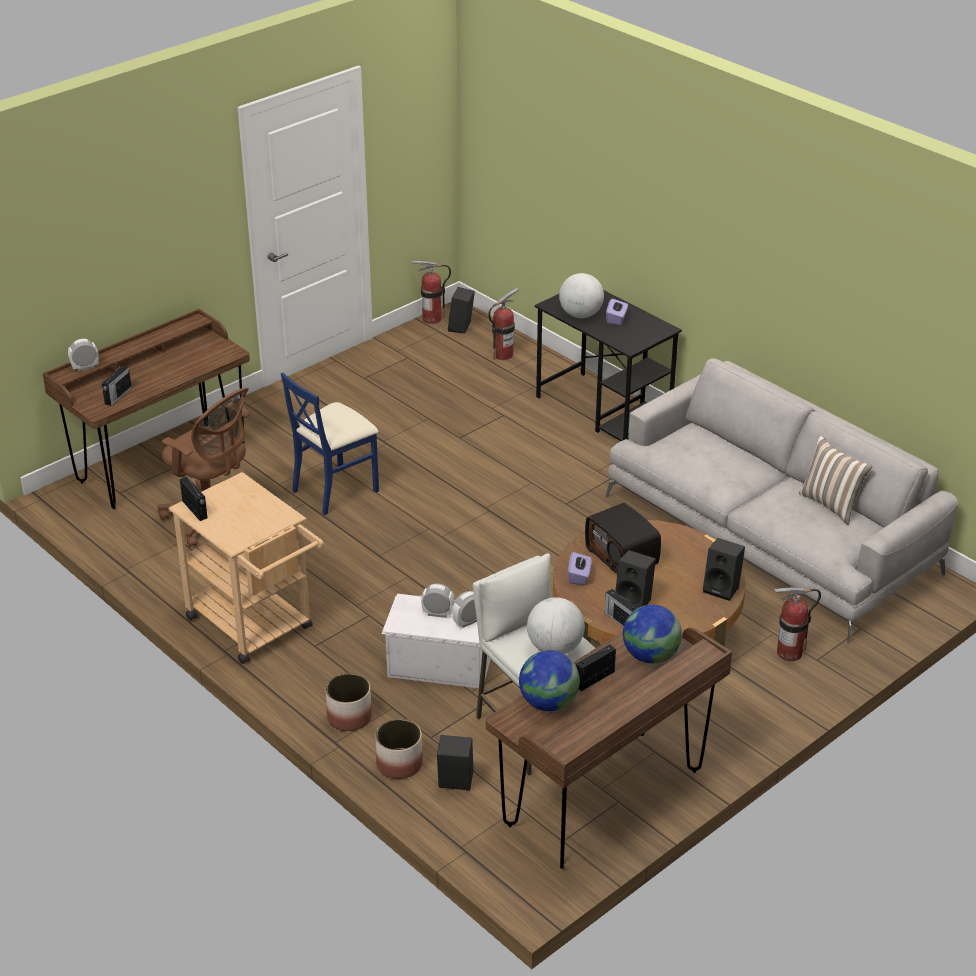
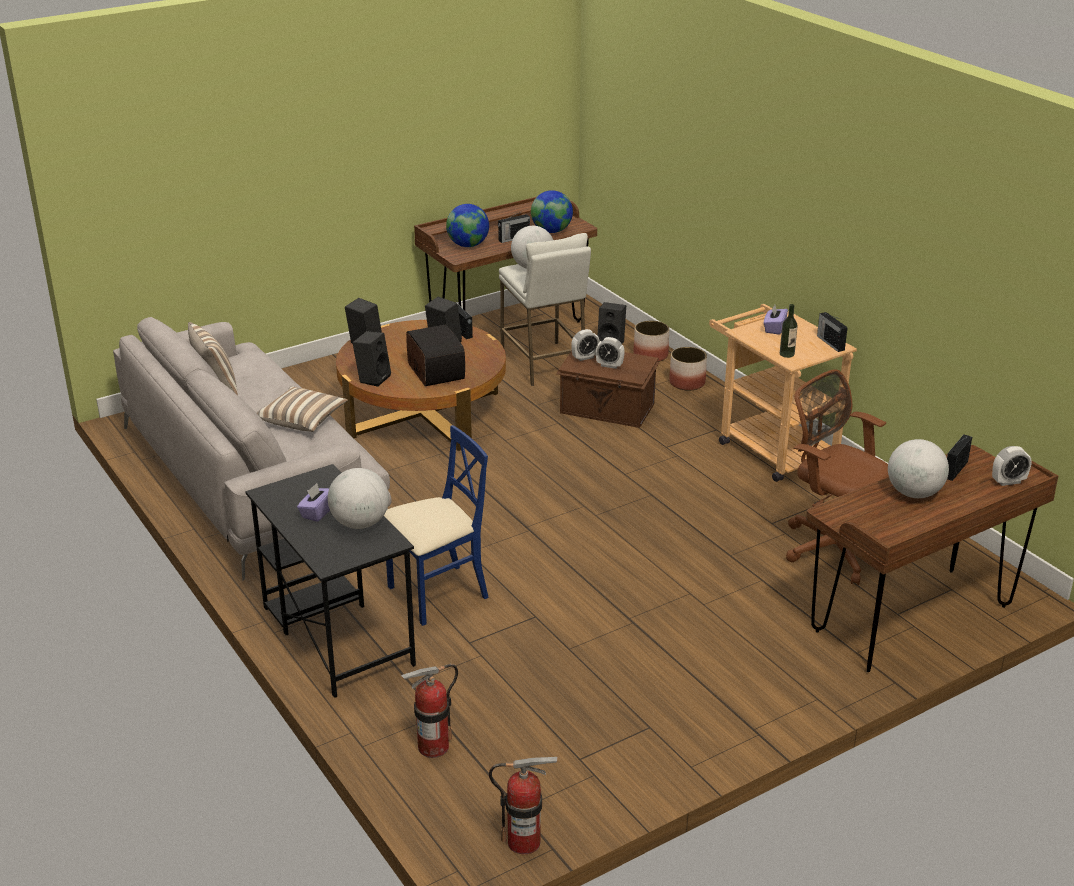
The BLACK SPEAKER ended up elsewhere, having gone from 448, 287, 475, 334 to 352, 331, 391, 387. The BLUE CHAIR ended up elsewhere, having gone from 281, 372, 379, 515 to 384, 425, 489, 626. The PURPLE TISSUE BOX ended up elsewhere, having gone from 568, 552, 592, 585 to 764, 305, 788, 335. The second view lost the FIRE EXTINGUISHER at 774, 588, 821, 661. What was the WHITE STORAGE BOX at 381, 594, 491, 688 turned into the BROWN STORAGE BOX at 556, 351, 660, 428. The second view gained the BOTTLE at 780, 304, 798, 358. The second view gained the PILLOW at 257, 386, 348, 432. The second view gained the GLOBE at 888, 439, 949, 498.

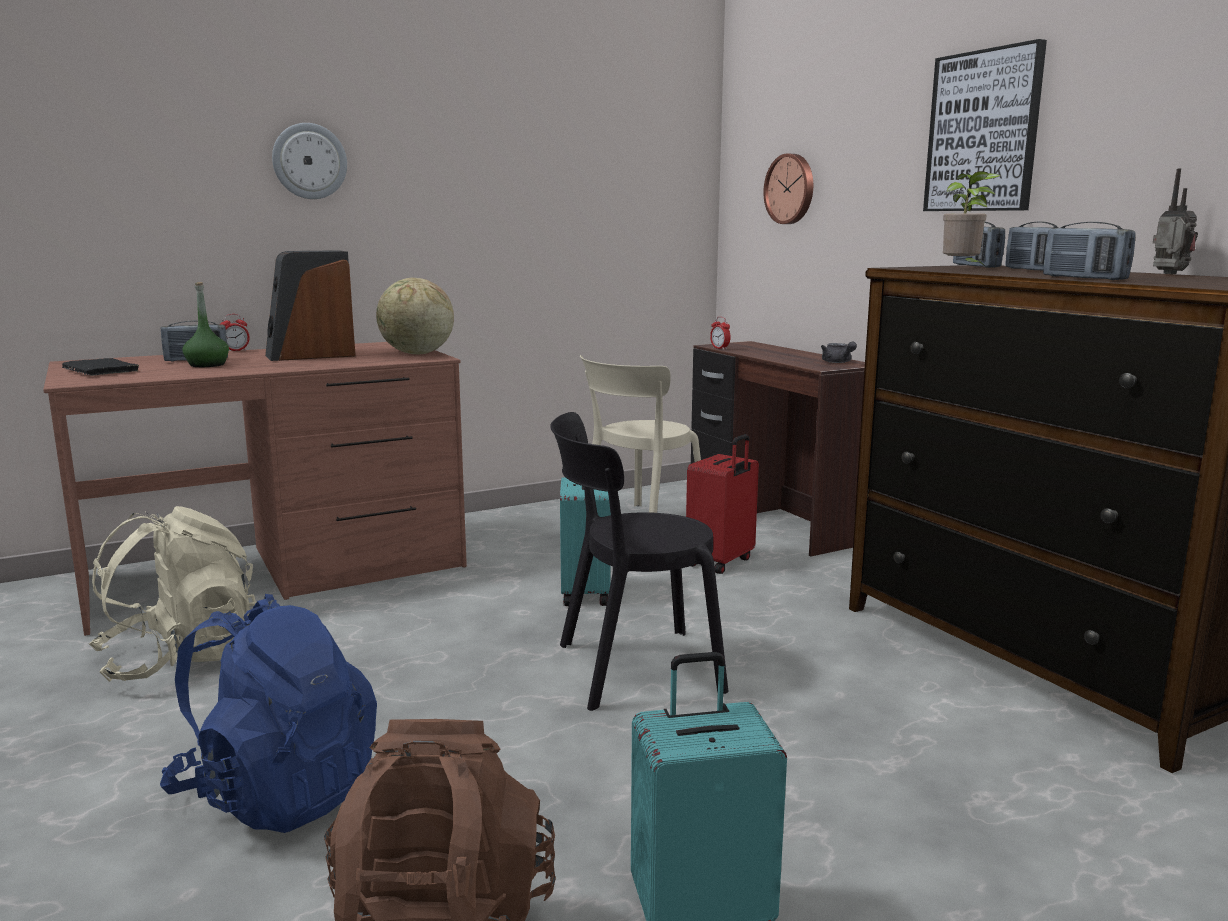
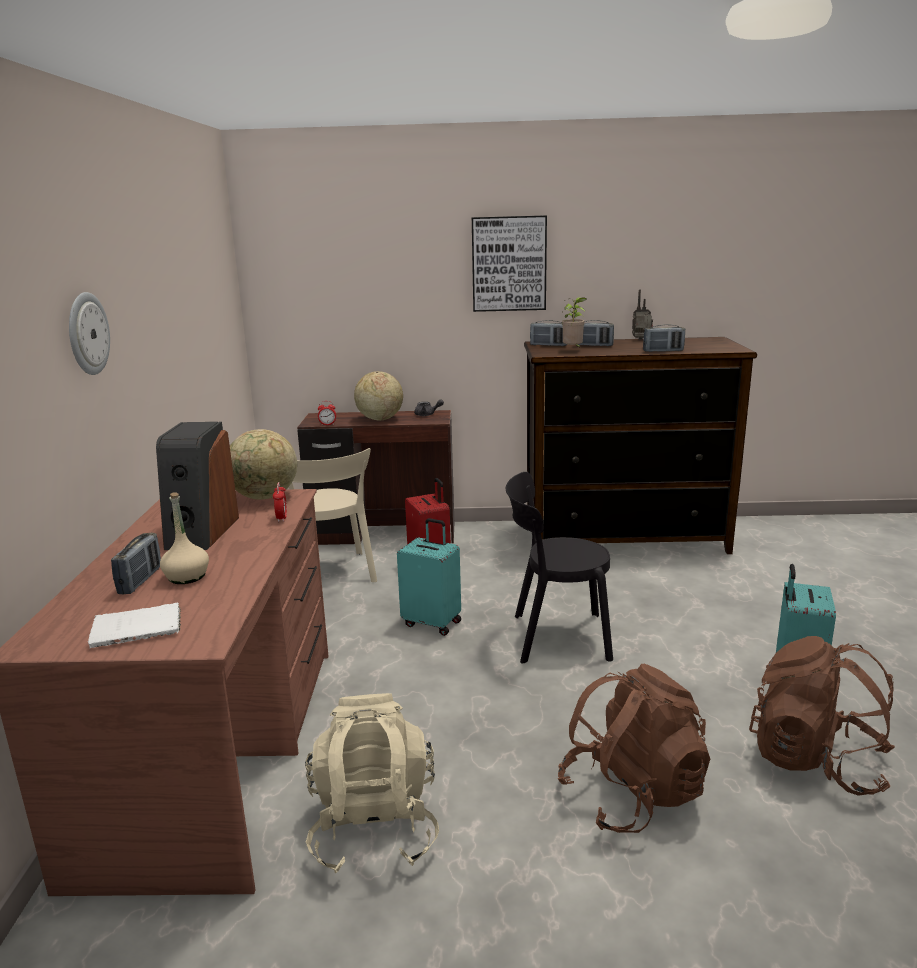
The second view lost the WALL CLOCK at 763, 154, 813, 224. What was the GREEN BOTTLE at 182, 282, 229, 367 turned into the BEIGE BOTTLE at 160, 493, 209, 584. The ALARM CLOCK ended up elsewhere, having gone from 220, 314, 250, 351 to 273, 482, 287, 522. What was the BLACK BOOK at 62, 358, 139, 376 turned into the WHITE BOOK at 88, 602, 181, 648. The BLACK CHAIR at 550, 412, 728, 711 ended up facing another way, 75 degrees clockwise from before. What was the BLUE BACKPACK at 160, 594, 377, 833 turned into the BROWN BACKPACK at 558, 664, 710, 833. The second view gained the GLOBE at 354, 371, 403, 420.

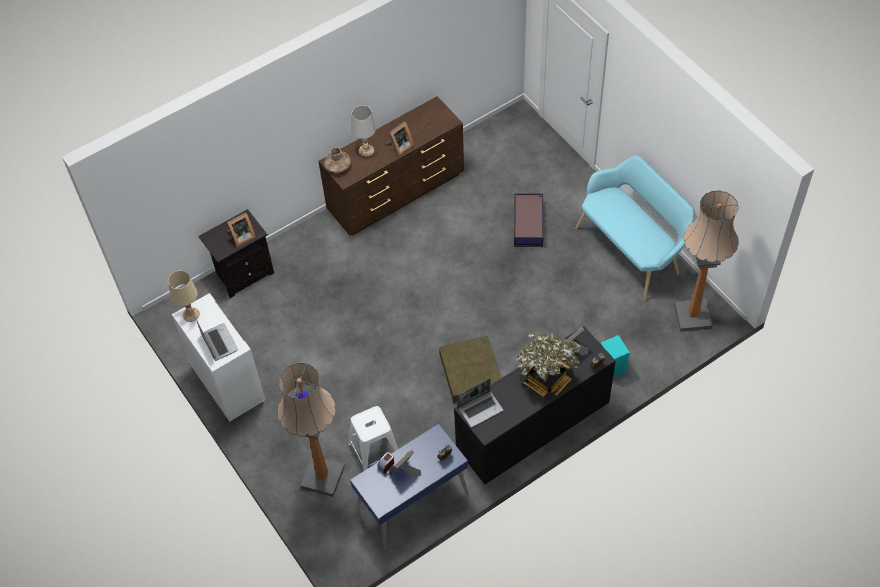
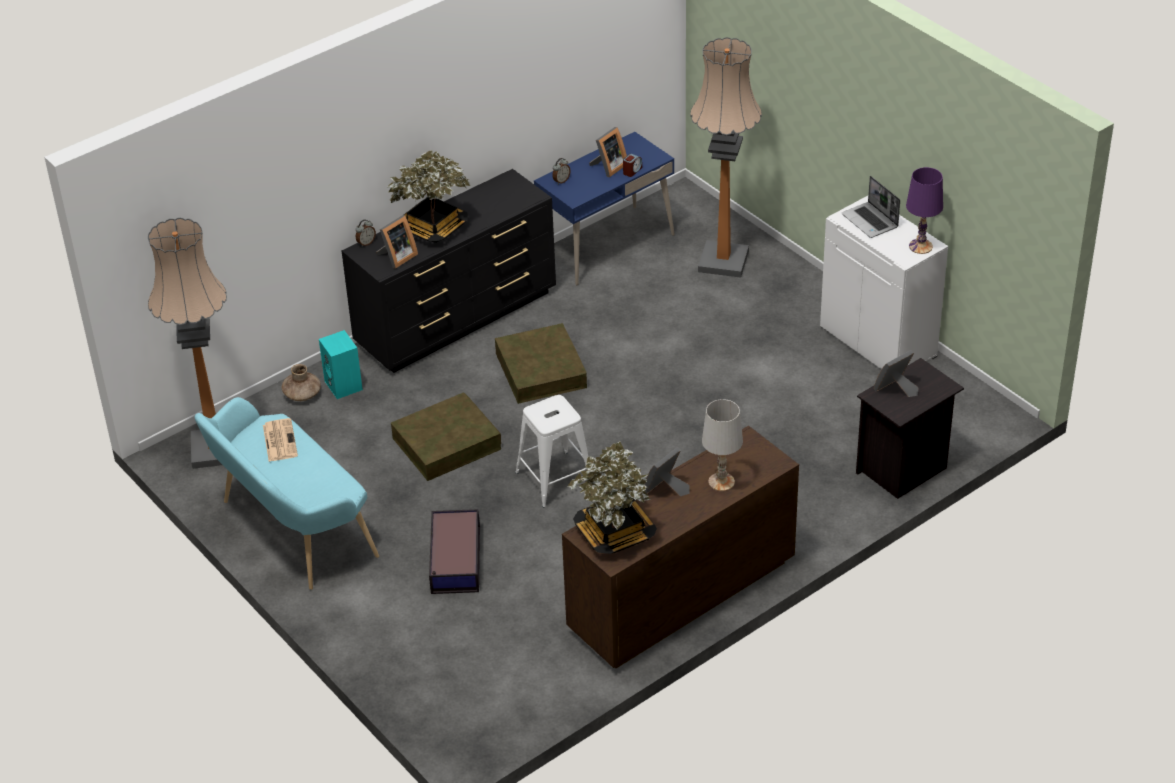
The BROWN VASE ended up elsewhere, having gone from 324, 147, 351, 173 to 282, 364, 321, 401. What was the BEIGE TABLE LAMP at 168, 271, 200, 322 turned into the PURPLE TABLE LAMP at 906, 167, 943, 254. The second view lost the LAPTOP at 457, 379, 503, 427. The WHITE STOOL ended up elsewhere, having gone from 348, 406, 398, 471 to 515, 395, 589, 507. The second view gained the BROWN STORAGE BOX at 391, 392, 501, 481. The second view gained the NEWSPAPER at 263, 418, 298, 461. The second view gained the POTTED PLANT at 568, 441, 657, 554.

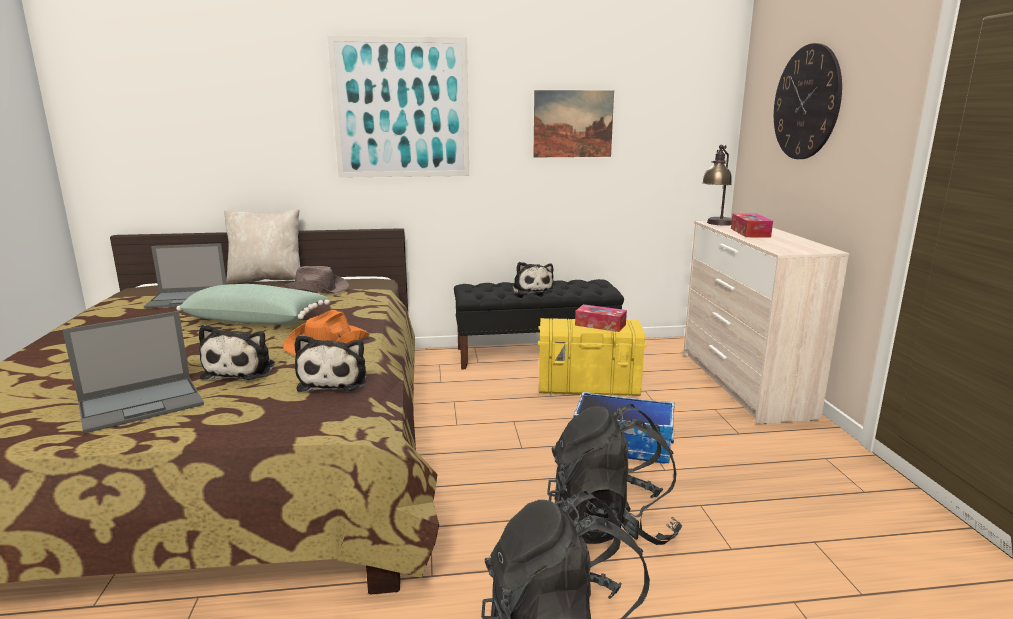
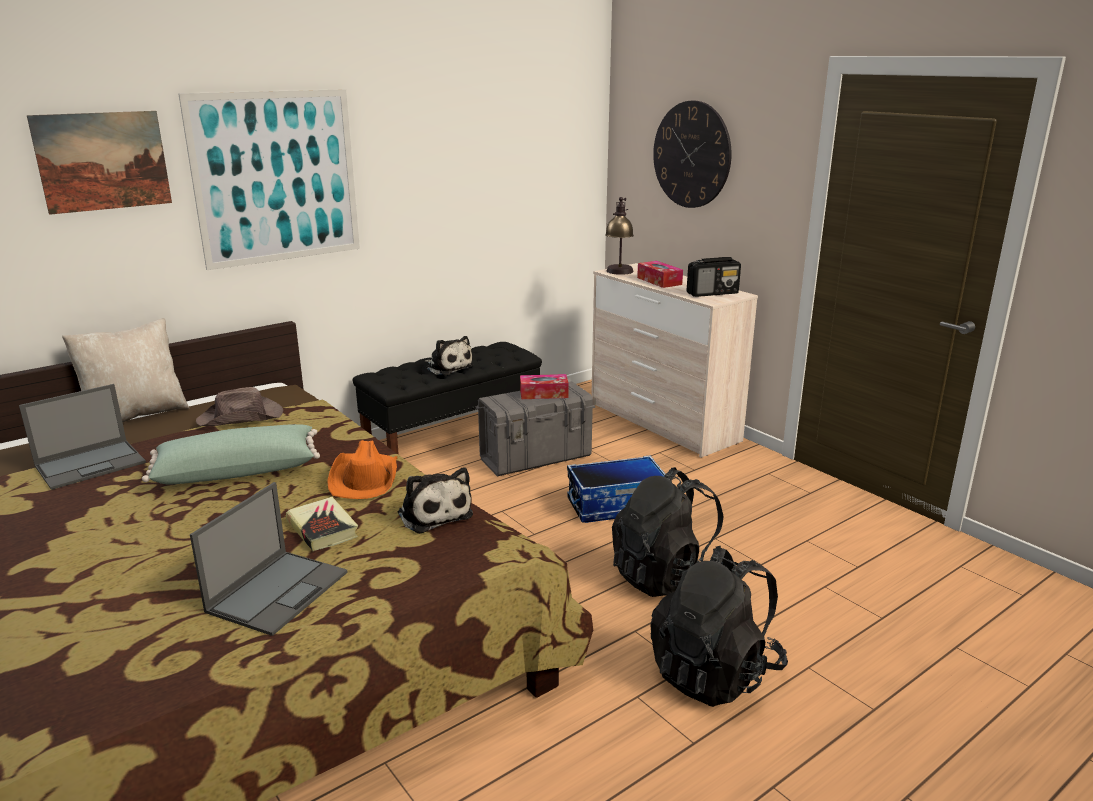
The PICTURE ended up elsewhere, having gone from 533, 90, 614, 157 to 27, 111, 172, 215. What was the YELLOW STORAGE BOX at 538, 318, 647, 396 turned into the GREY STORAGE BOX at 476, 381, 595, 476. Where the PLUSH TOY stood at 199, 325, 275, 380, the BOOK came to stand at 286, 497, 358, 551. The second view gained the RADIO at 687, 257, 741, 297.

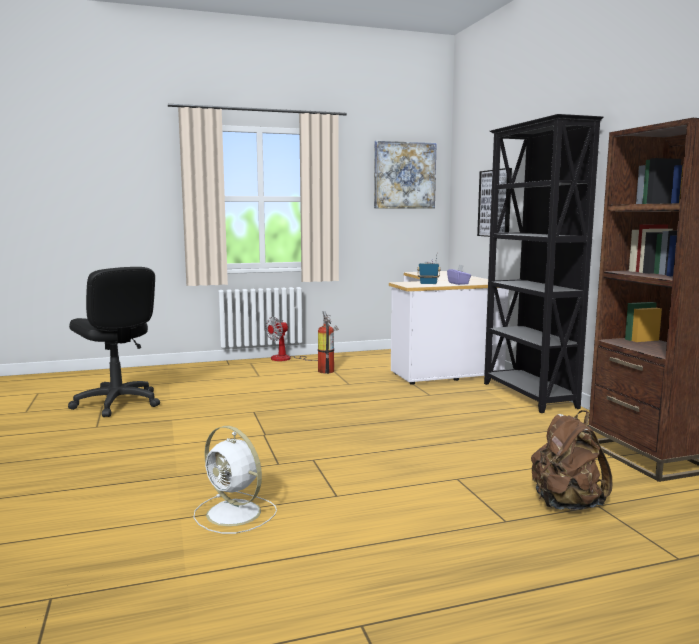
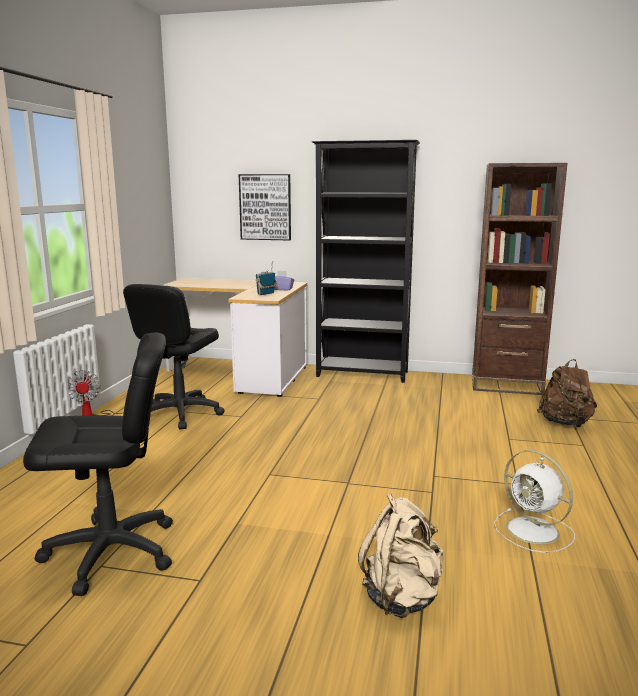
The second view lost the PICTURE at 374, 141, 437, 209. Where the FIRE EXTINGUISHER stood at 318, 311, 338, 374, the BLACK OFFICE CHAIR came to stand at 123, 284, 225, 429. The WHITE FAN at 193, 426, 277, 534 ended up facing another way, 75 degrees clockwise from before. The second view gained the BEIGE BACKPACK at 358, 494, 444, 618.

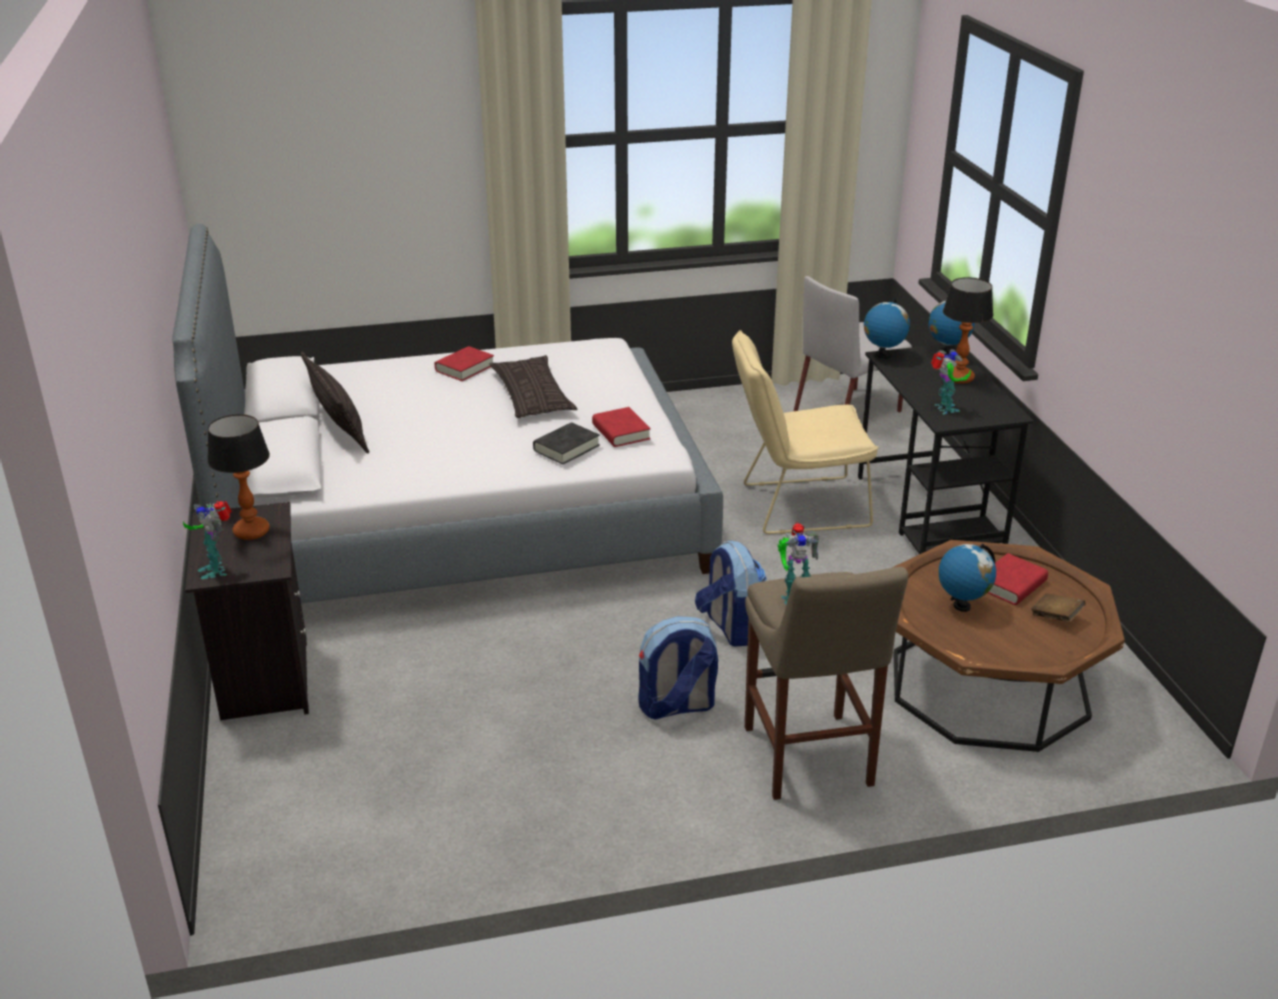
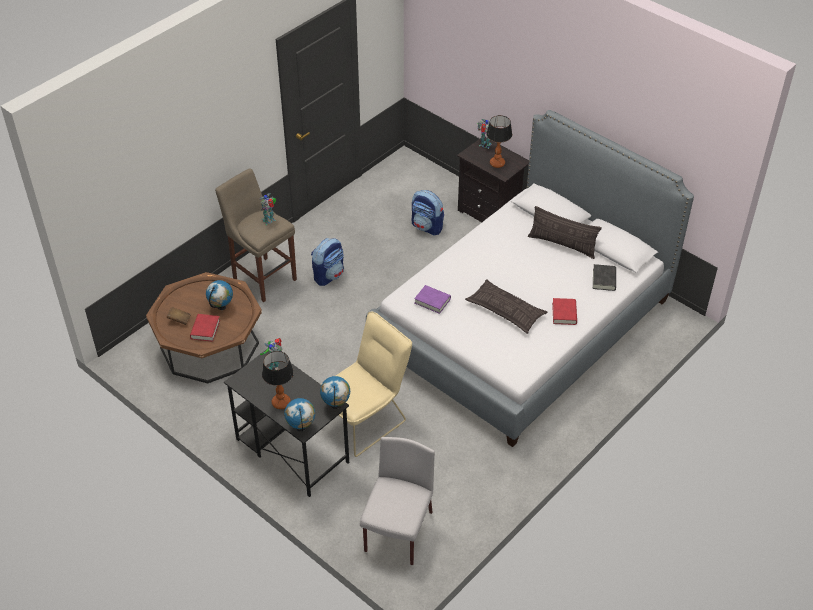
What was the RED BOOK at 592, 407, 651, 447 turned into the PURPLE BOOK at 414, 285, 451, 314. The BLACK BOOK ended up elsewhere, having gone from 533, 422, 600, 464 to 593, 264, 616, 291. The BACKPACK ended up elsewhere, having gone from 695, 541, 767, 647 to 412, 190, 444, 236.

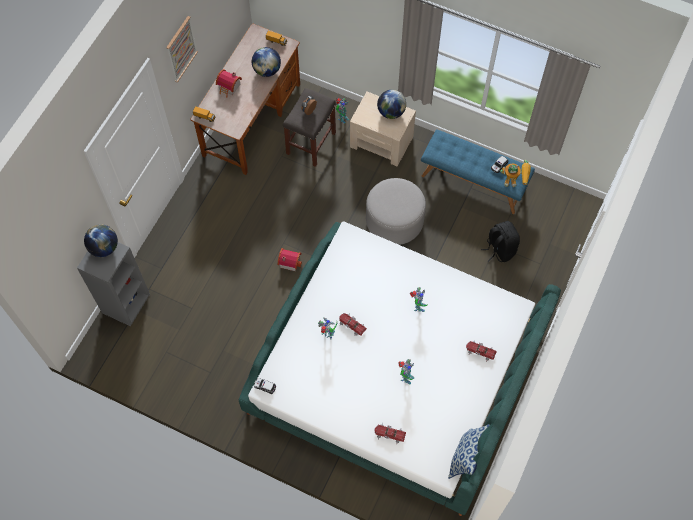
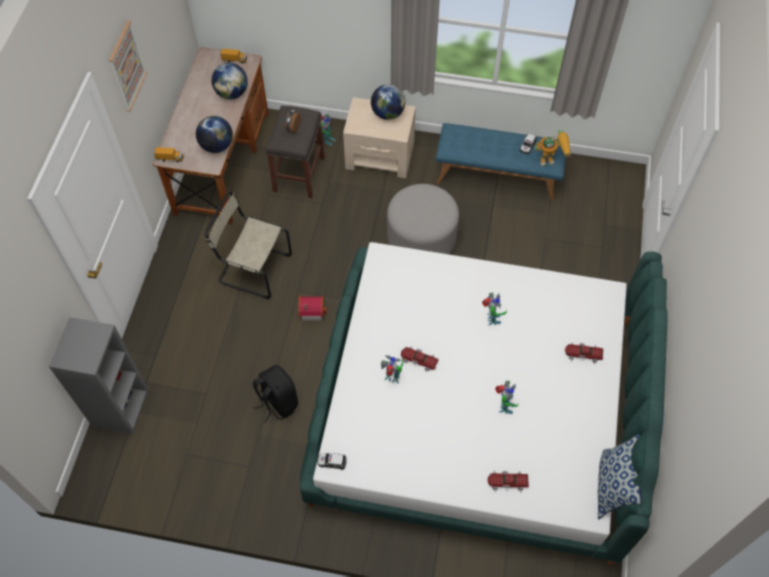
The second view lost the TOY HOUSE at 216, 69, 242, 97. The BLACK BACKPACK ended up elsewhere, having gone from 481, 221, 520, 262 to 253, 365, 298, 422. The GLOBE ended up elsewhere, having gone from 84, 224, 118, 257 to 196, 116, 233, 153. The second view gained the BEIGE CHAIR at 205, 191, 292, 300.

